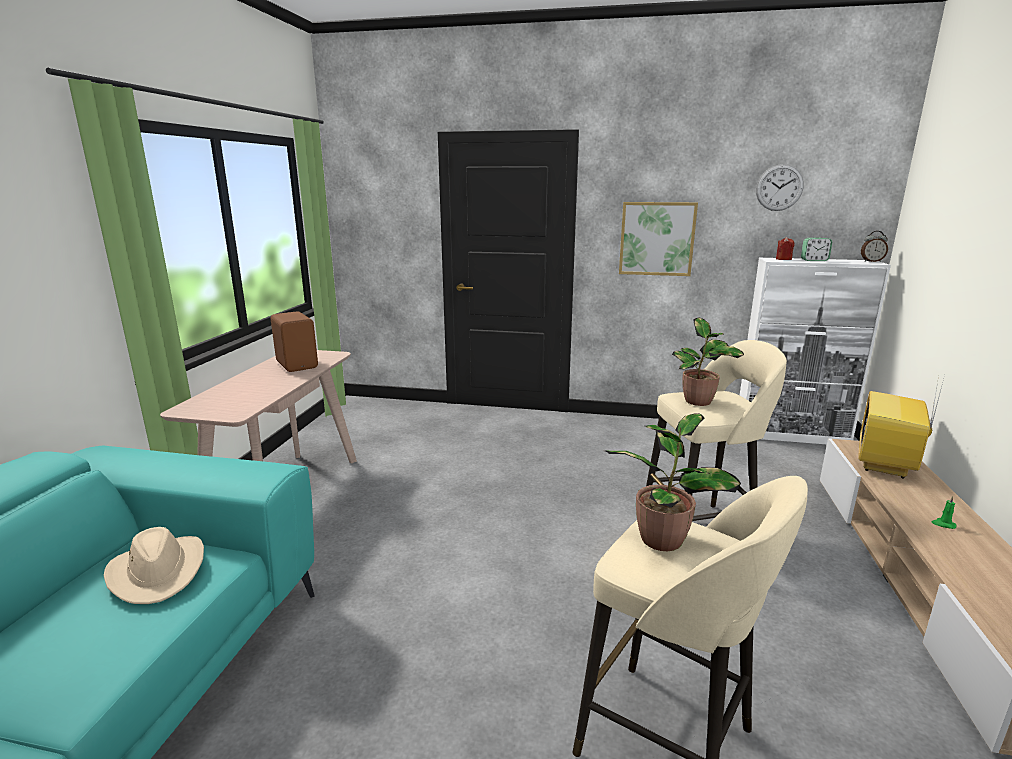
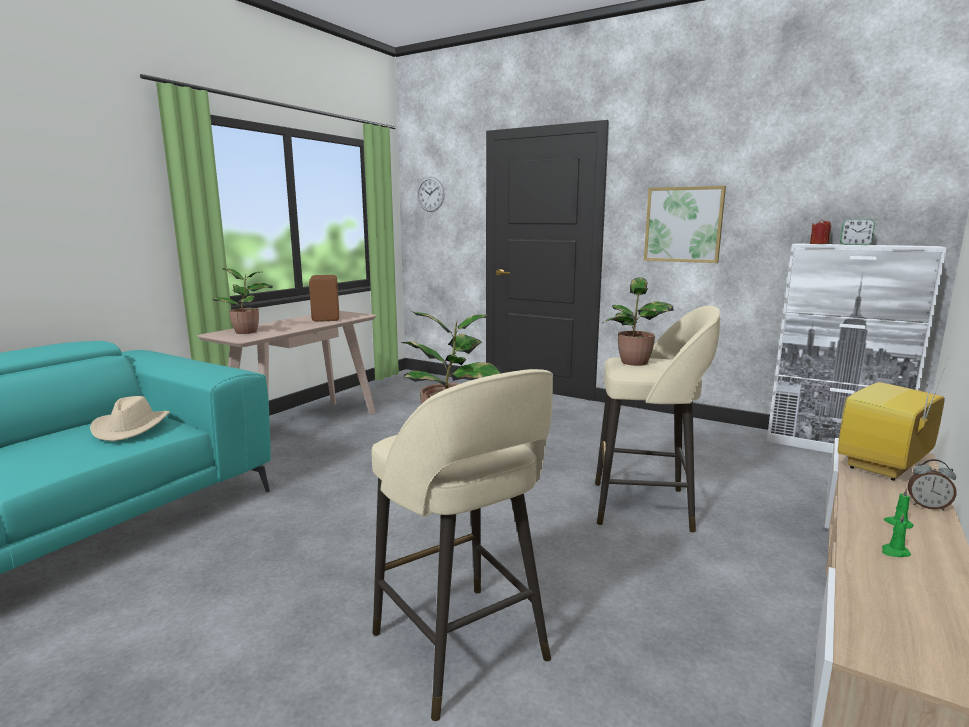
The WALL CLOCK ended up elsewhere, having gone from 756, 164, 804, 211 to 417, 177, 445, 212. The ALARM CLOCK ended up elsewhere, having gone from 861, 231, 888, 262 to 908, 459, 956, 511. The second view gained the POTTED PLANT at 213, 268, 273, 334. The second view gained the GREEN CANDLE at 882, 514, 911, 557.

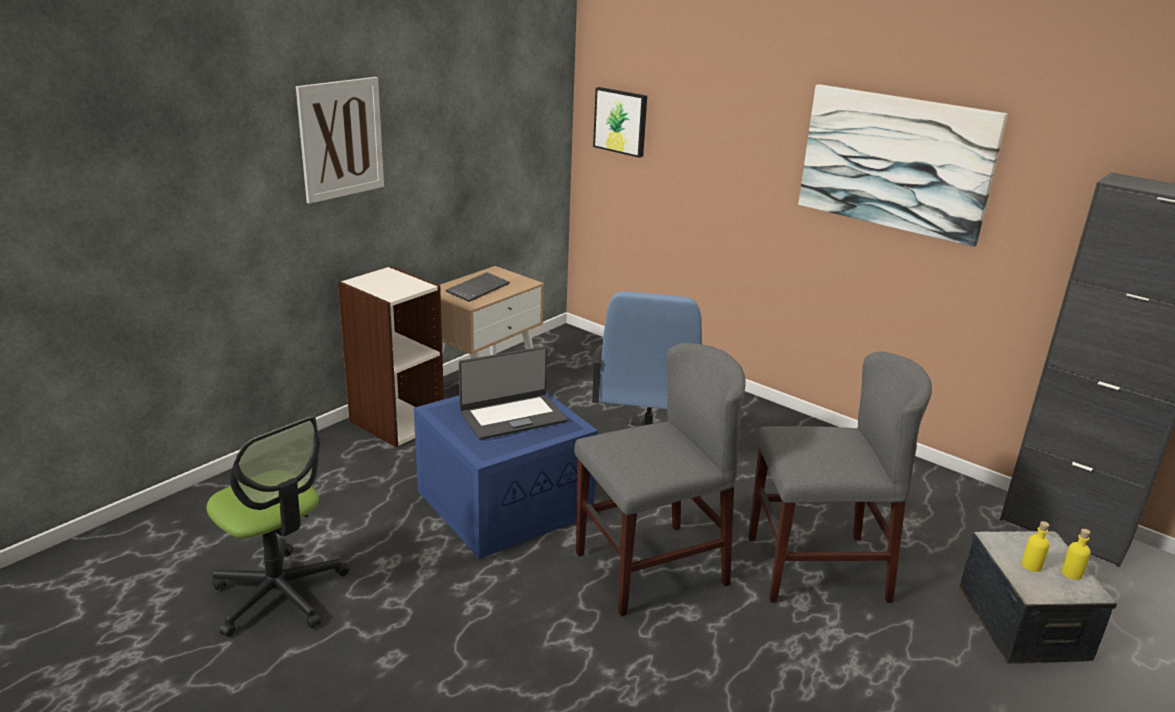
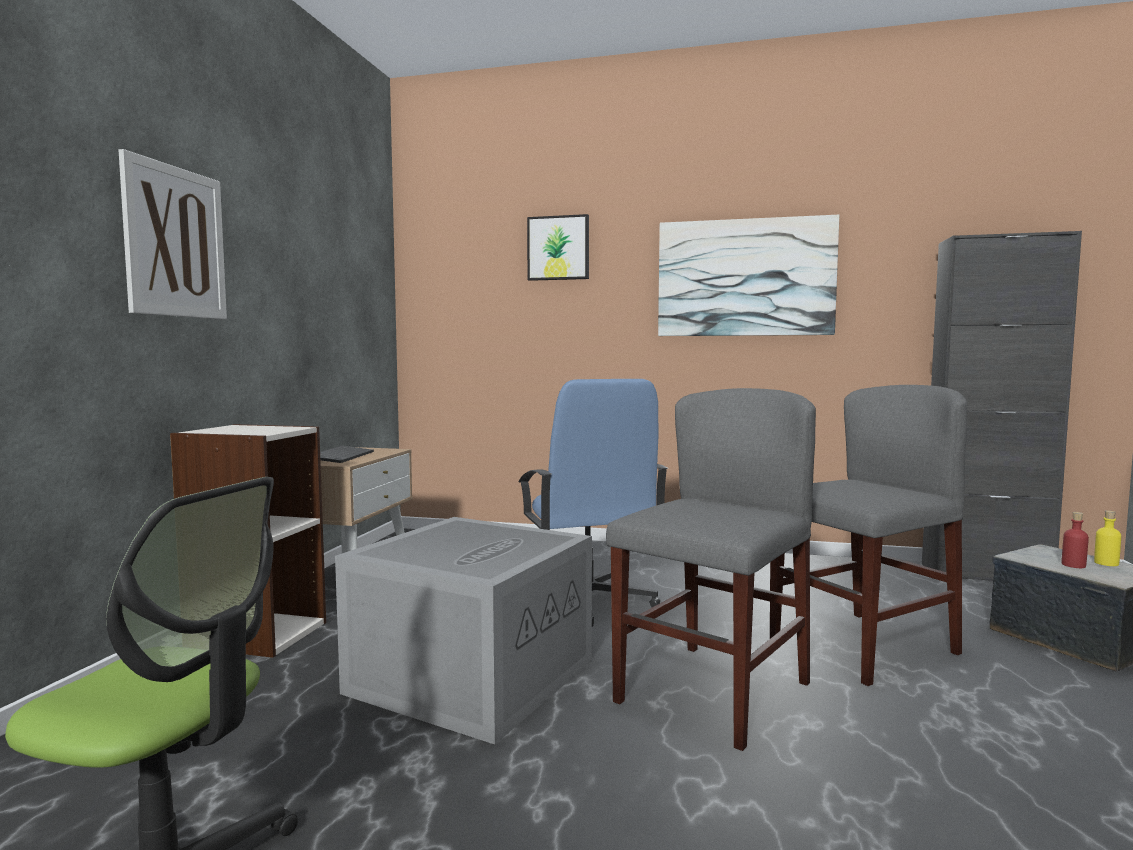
The PICTURE ended up elsewhere, having gone from 593, 87, 647, 158 to 527, 214, 589, 281. The second view lost the LAPTOP at 459, 346, 568, 440. What was the BLUE STORAGE BOX at 414, 392, 598, 559 turned into the GREY STORAGE BOX at 335, 517, 592, 744. What was the YELLOW BOTTLE at 1021, 521, 1050, 572 turned into the RED BOTTLE at 1061, 512, 1089, 568.

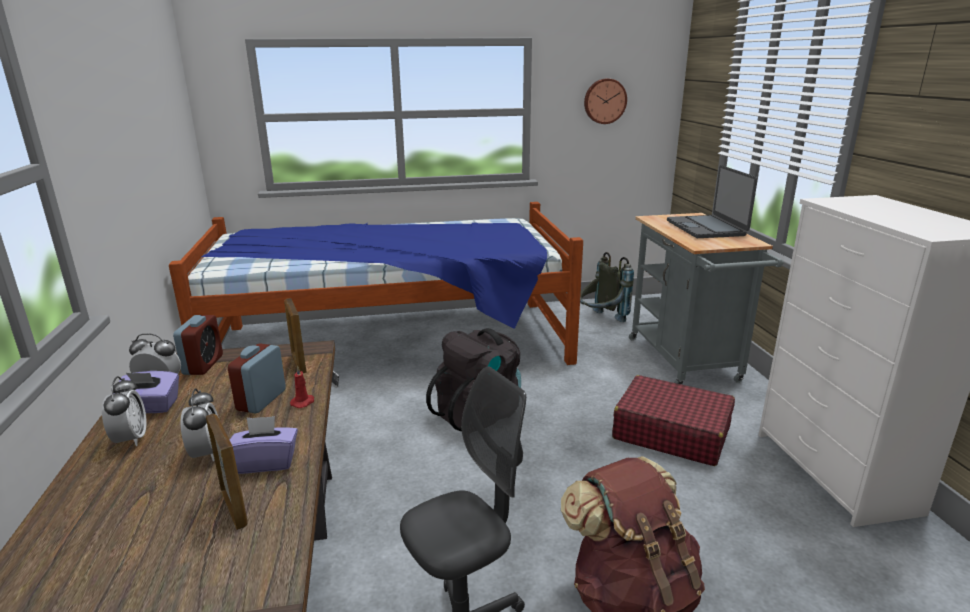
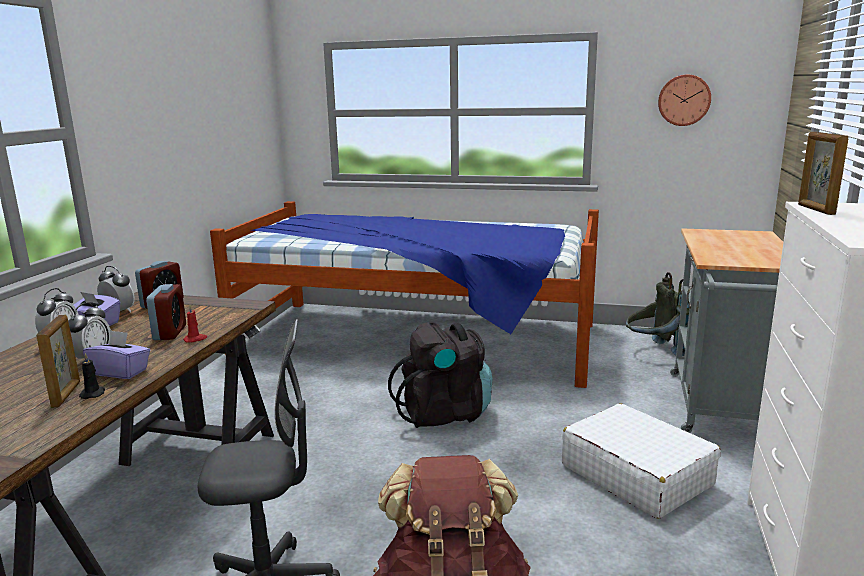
The second view lost the LAPTOP at 667, 165, 758, 238. The PICTURE FRAME ended up elsewhere, having gone from 284, 298, 307, 373 to 798, 132, 849, 215. The ALARM CLOCK at 228, 344, 286, 413 ended up facing another way, 135 degrees clockwise from before. What was the RED SUITCASE at 612, 375, 735, 466 turned into the WHITE SUITCASE at 562, 403, 721, 519. The second view gained the BLACK CANDLE at 79, 353, 105, 399.

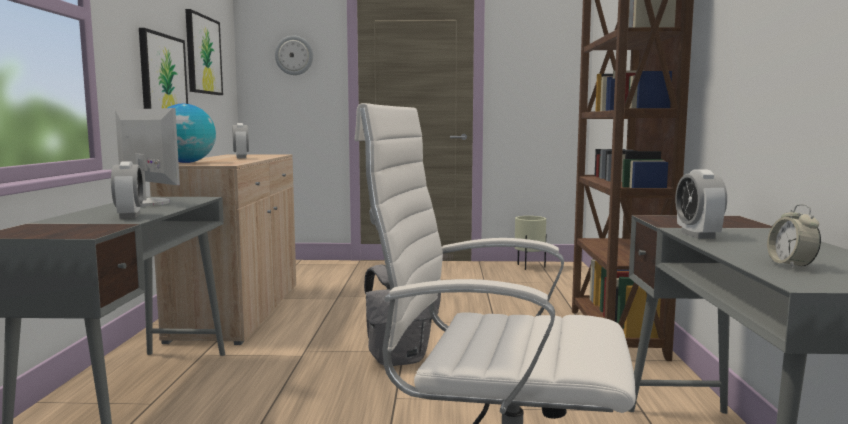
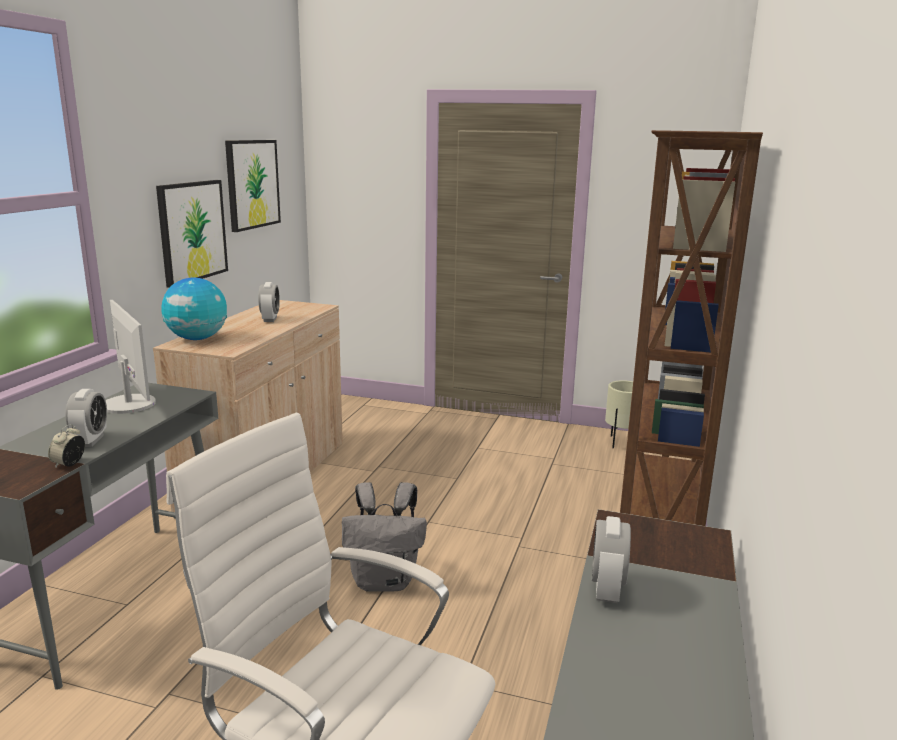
The second view lost the WALL CLOCK at 275, 36, 313, 75. The ALARM CLOCK ended up elsewhere, having gone from 767, 204, 821, 269 to 48, 424, 85, 468.

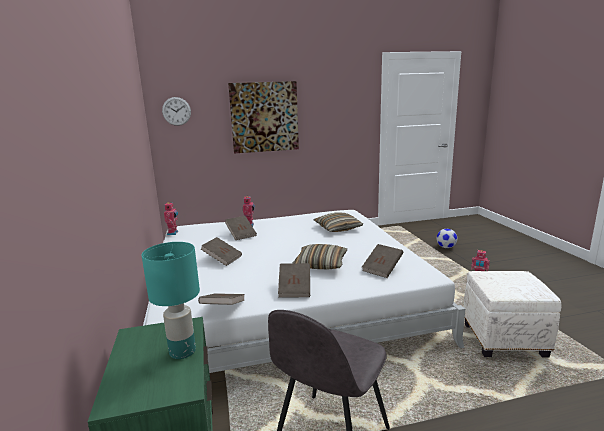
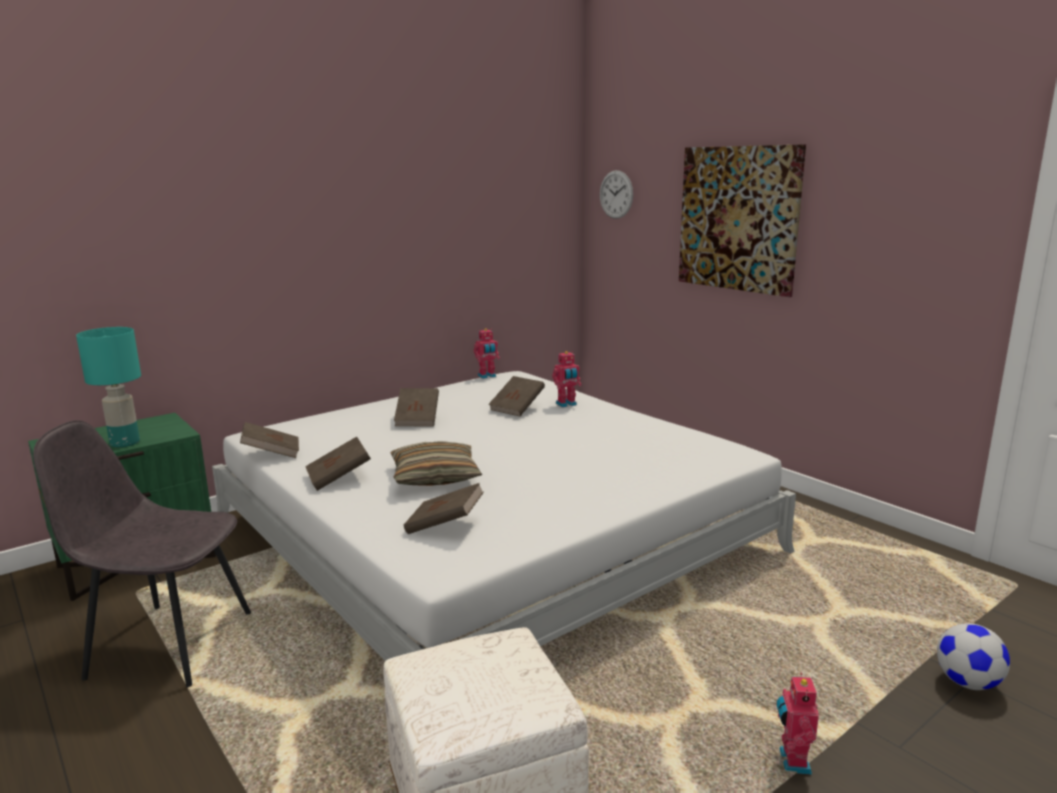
The second view lost the PILLOW at 313, 213, 363, 232.

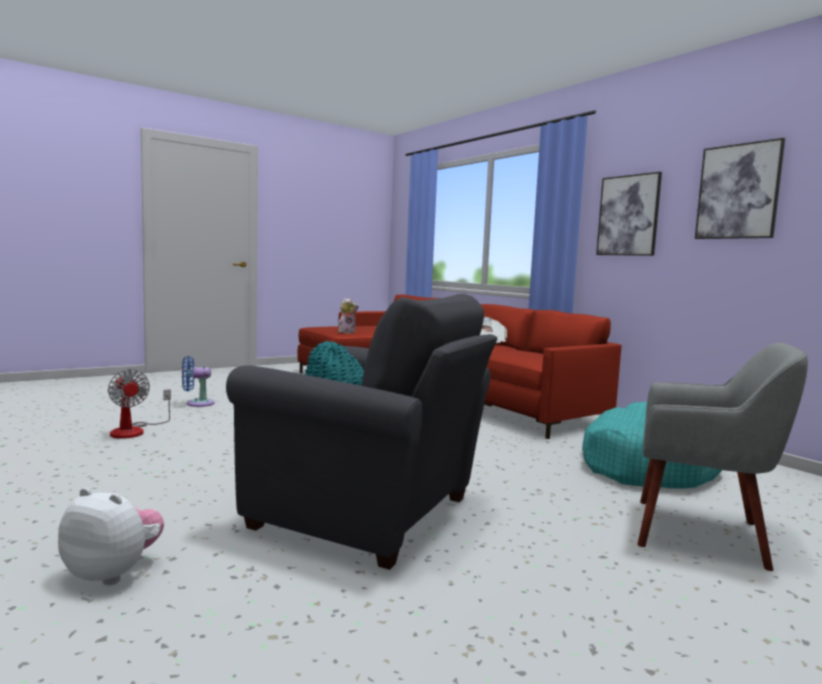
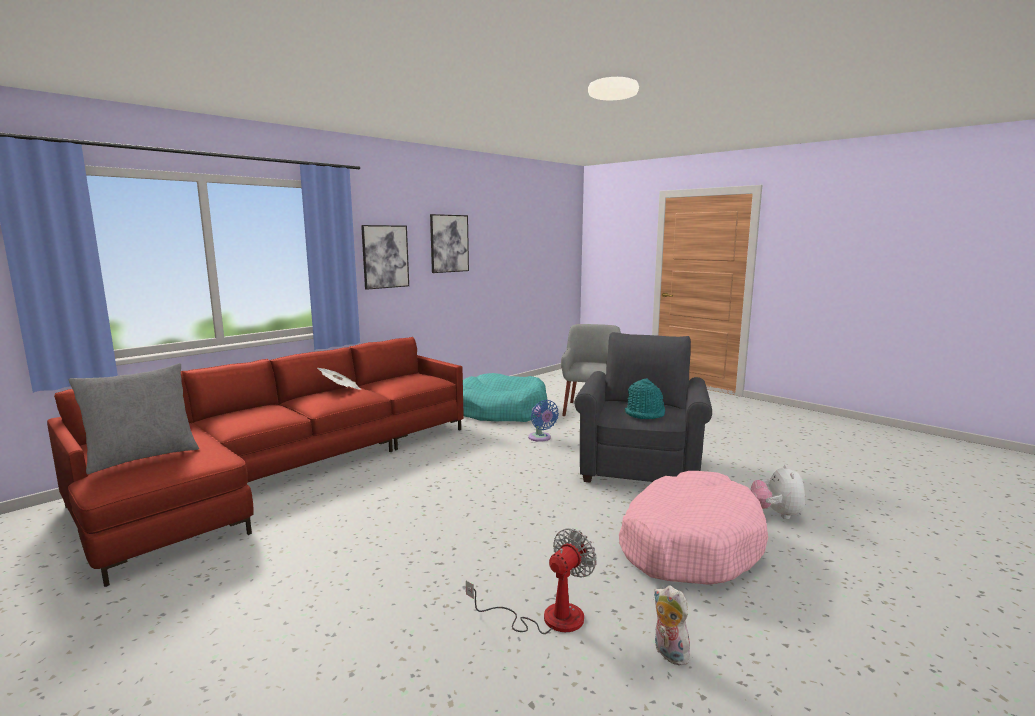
The PLUSH TOY ended up elsewhere, having gone from 338, 298, 359, 333 to 654, 585, 690, 666. The BLUE FAN ended up elsewhere, having gone from 182, 356, 214, 407 to 528, 400, 559, 442. The second view gained the GREY PILLOW at 69, 363, 199, 474. The second view gained the PINK DOG BED at 619, 471, 768, 585.

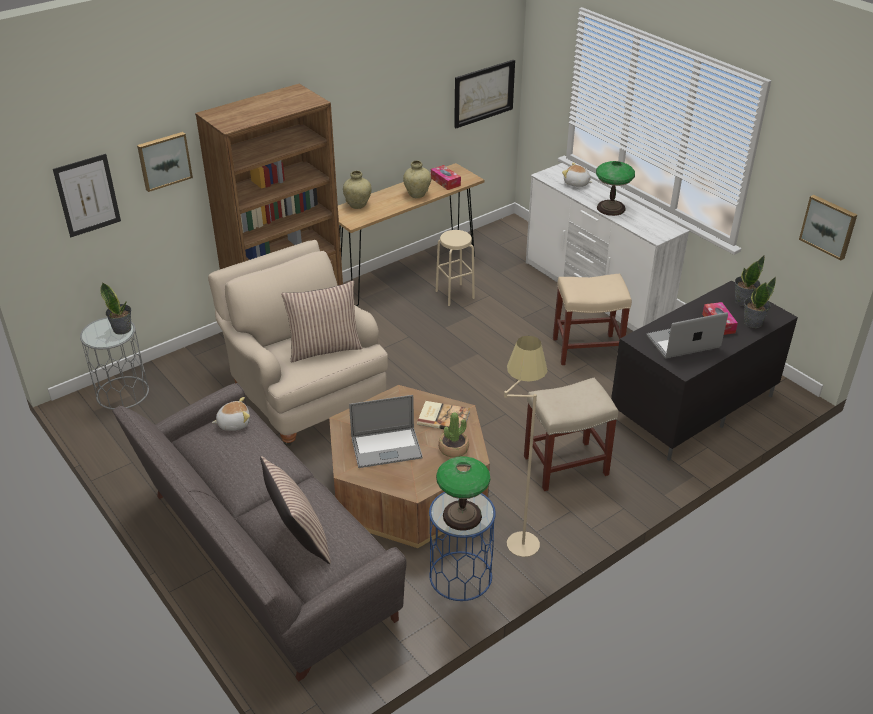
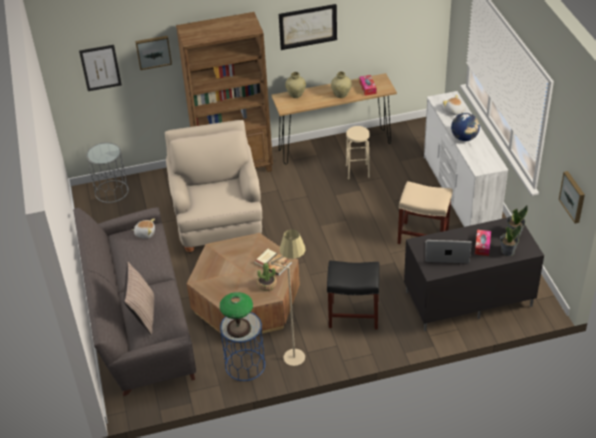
The PICTURE ended up elsewhere, having gone from 454, 60, 515, 128 to 279, 4, 337, 50. Where the TABLE LAMP stood at 596, 161, 635, 216, the GLOBE came to stand at 451, 113, 480, 141. The second view lost the PILLOW at 281, 281, 363, 362. The second view lost the POTTED PLANT at 101, 282, 131, 335. What was the BEIGE STOOL at 524, 378, 618, 491 turned into the BLACK STOOL at 327, 261, 380, 329. The second view lost the LAPTOP at 349, 395, 423, 468.

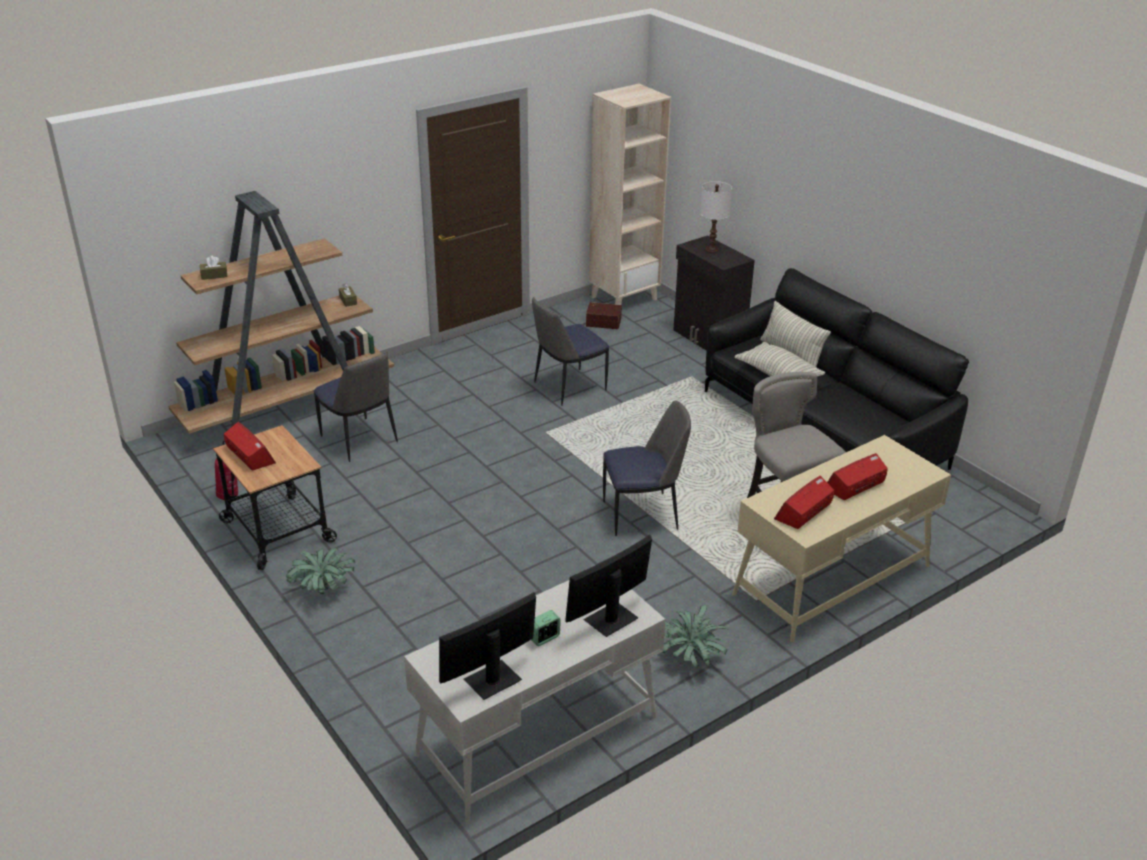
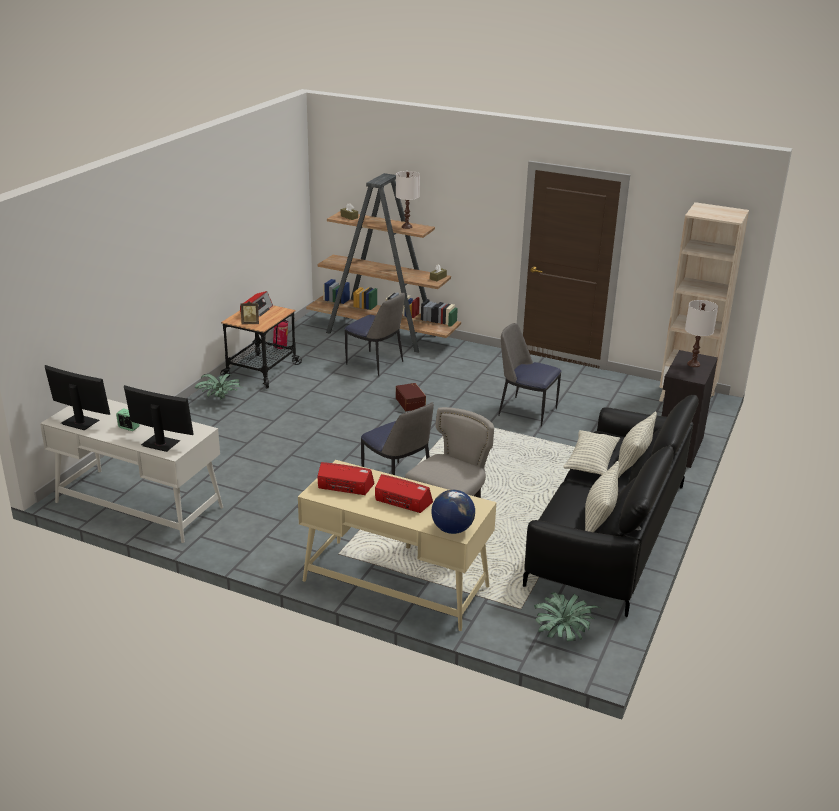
The BROWN STORAGE BOX ended up elsewhere, having gone from 586, 302, 622, 329 to 396, 383, 426, 411. The CHAIR at 314, 352, 398, 462 ended up facing another way, 75 degrees counterclockwise from before. The POTTED PLANT ended up elsewhere, having gone from 662, 604, 730, 669 to 534, 592, 600, 642. The second view gained the WHITE TABLE LAMP at 396, 171, 420, 229. The second view gained the PICTURE FRAME at 240, 301, 259, 324. The second view gained the PILLOW at 585, 461, 619, 532. The second view gained the GLOBE at 431, 490, 475, 534.

